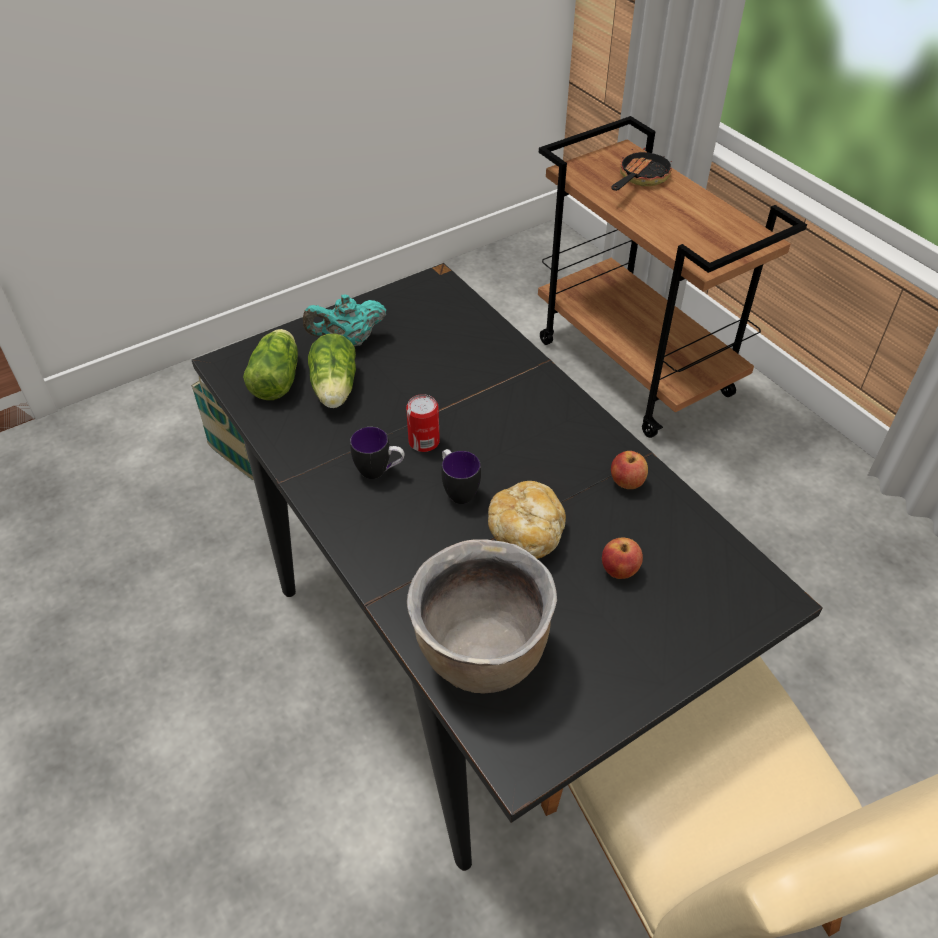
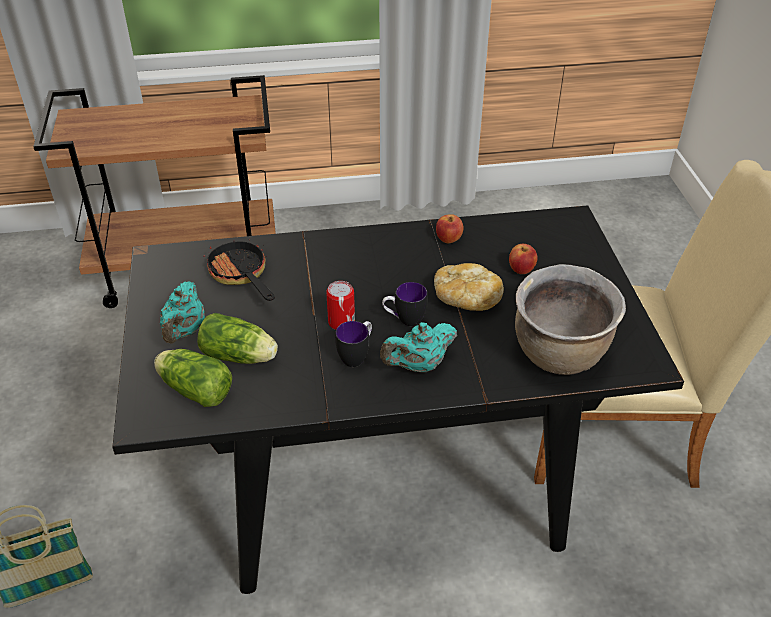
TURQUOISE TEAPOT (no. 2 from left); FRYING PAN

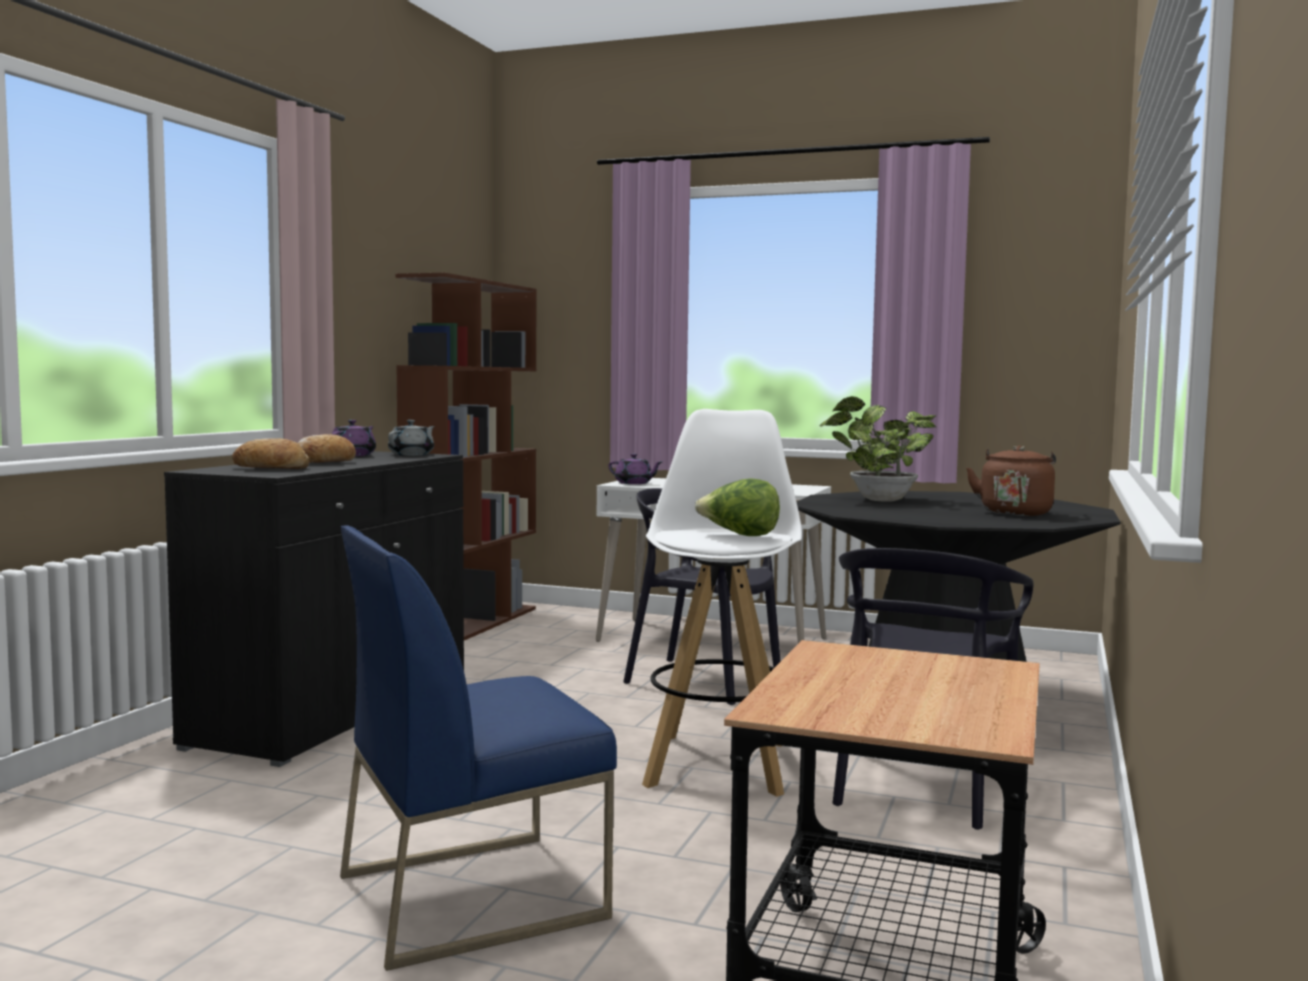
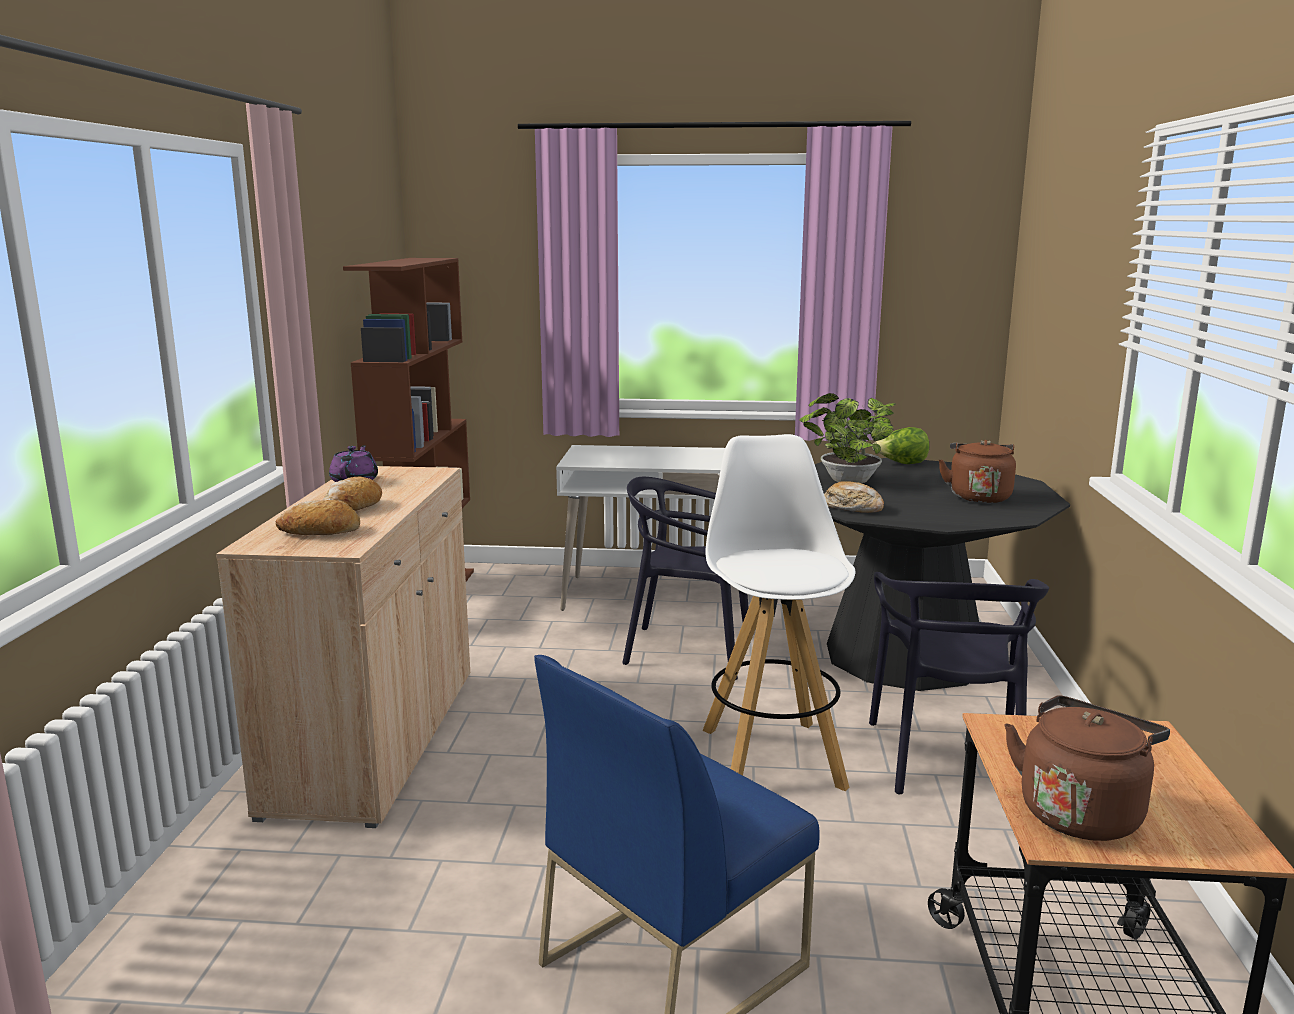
GREY TEAPOT; PURPLE TEAPOT (no. 2 from left in the first image); BREAD (no. 3 from left); BROWN KETTLE (no. 2 from left); LETTUCE; BEIGE CABINET

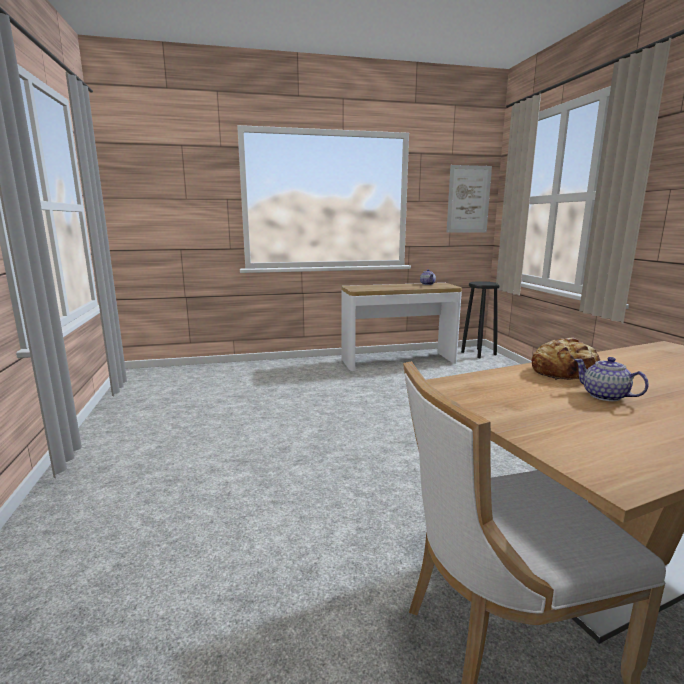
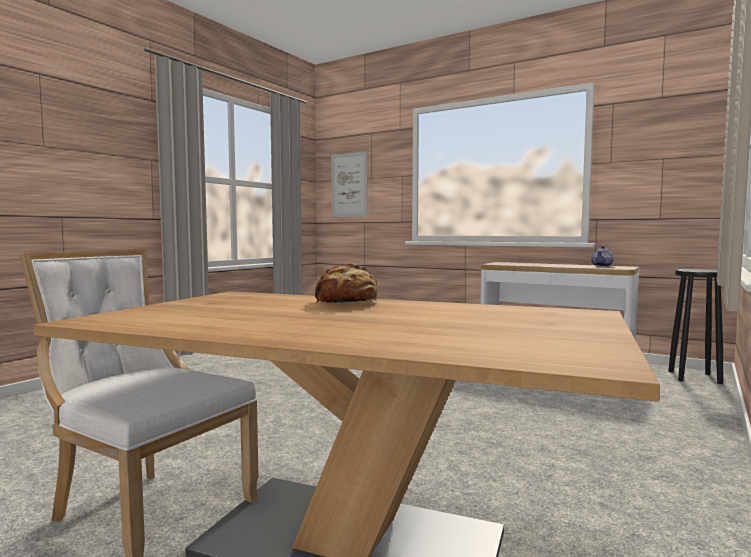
TEAPOT (no. 2 from left in the first image); PICTURE

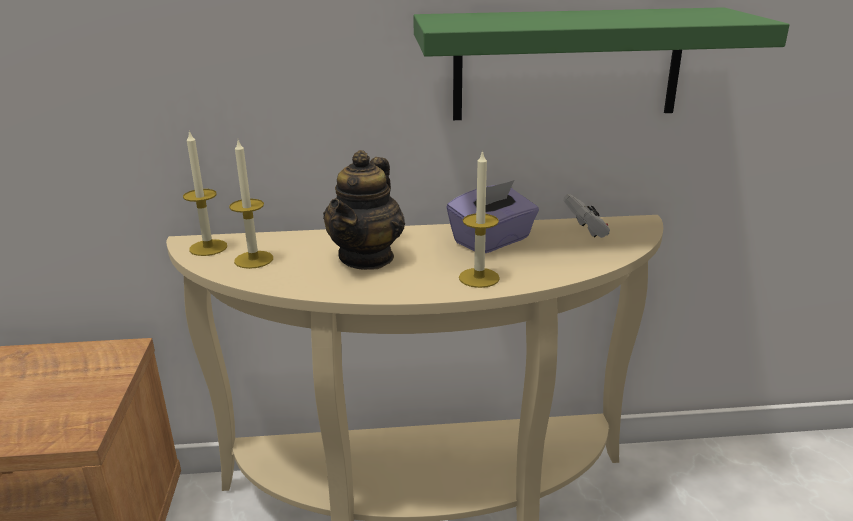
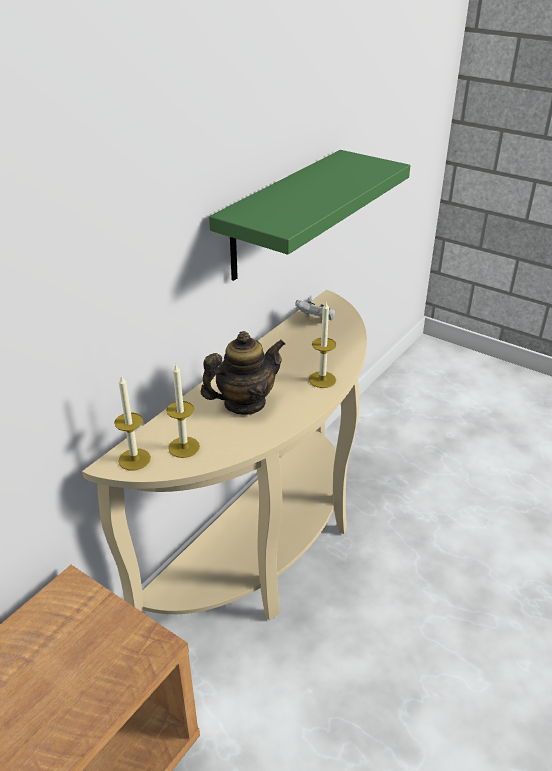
PURPLE TISSUE BOX; TEAPOT

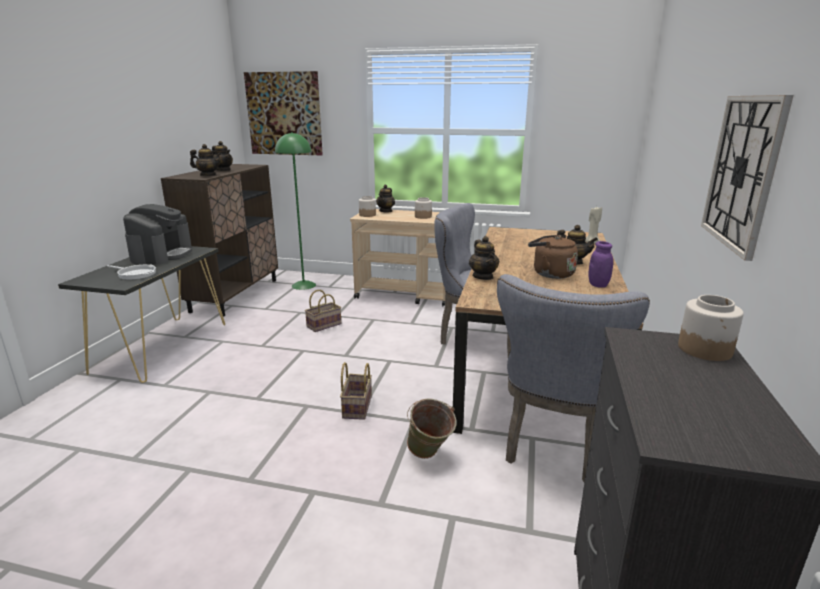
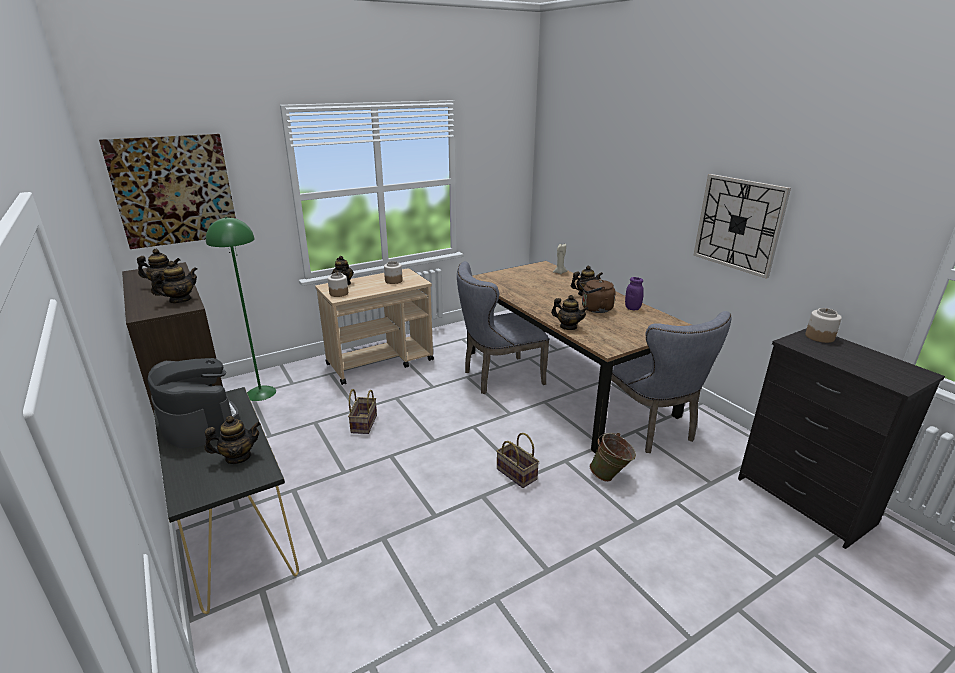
TEAPOT (no. 3 from left)

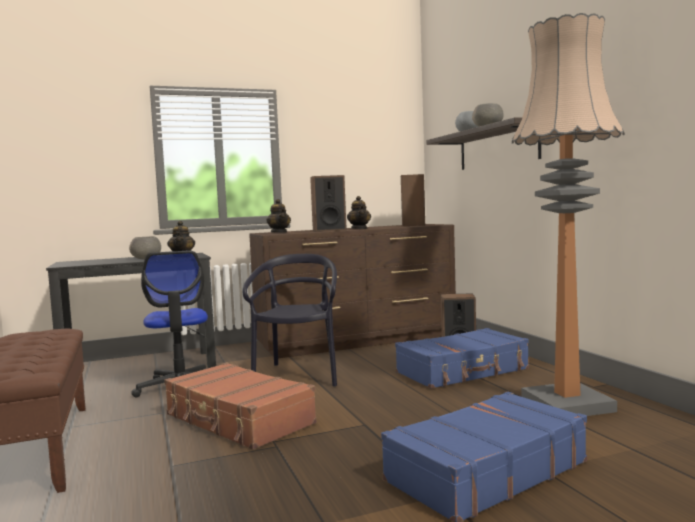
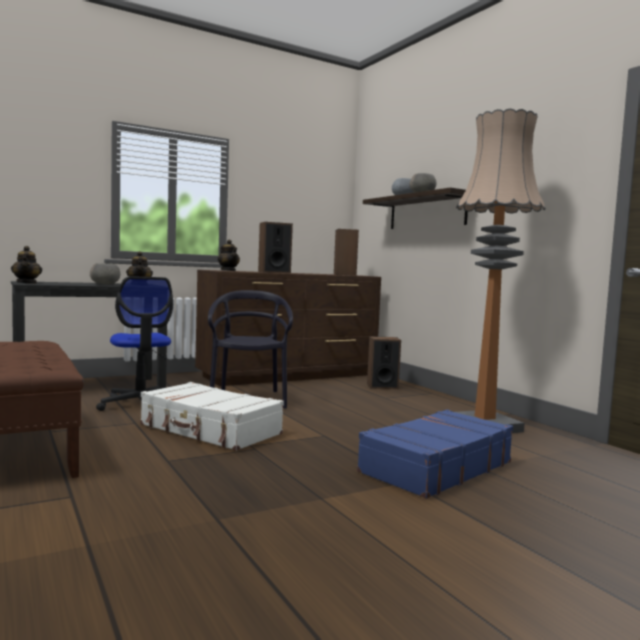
BLUE SUITCASE (no. 1 from left in the first image); TEAPOT (no. 1 from left); WHITE SUITCASE

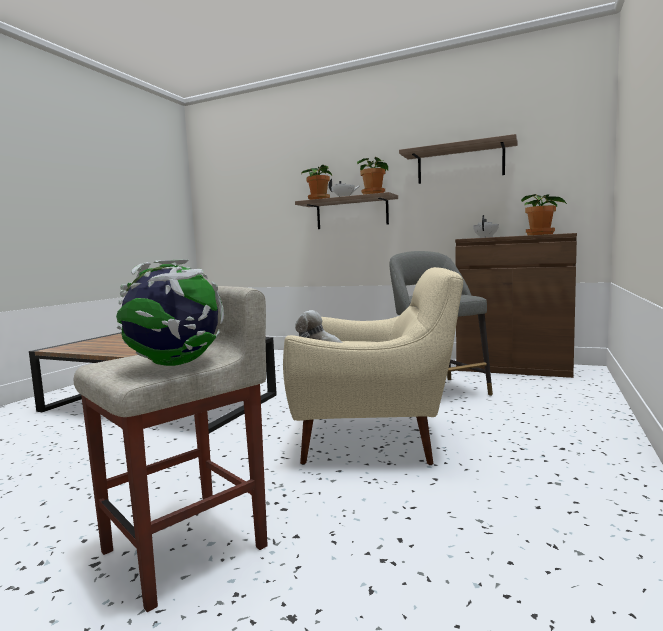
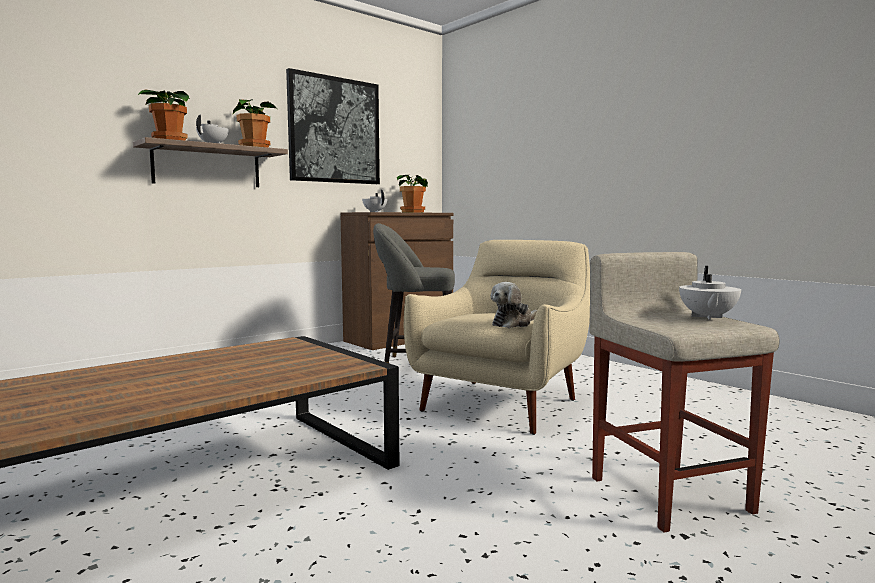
WHITE TEAPOT (no. 3 from left); PICTURE

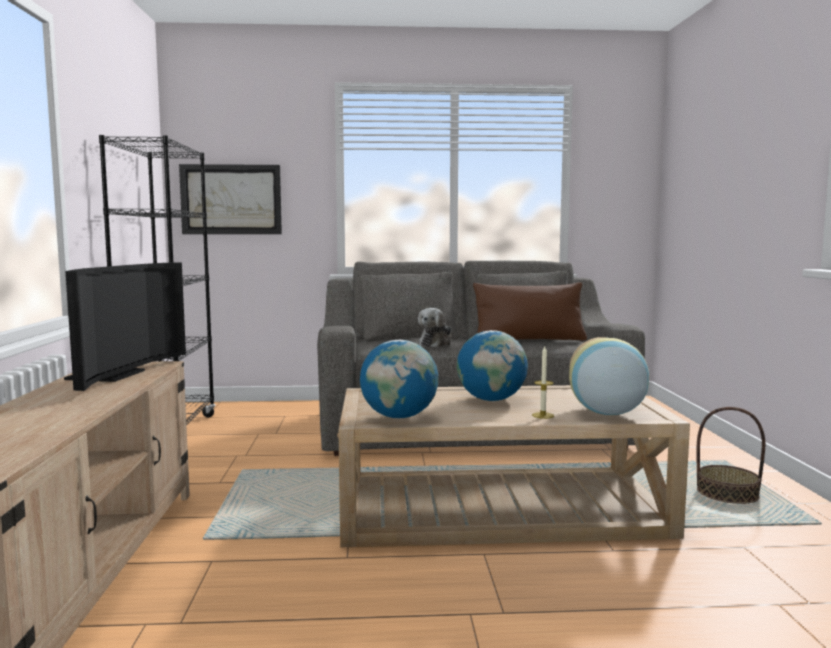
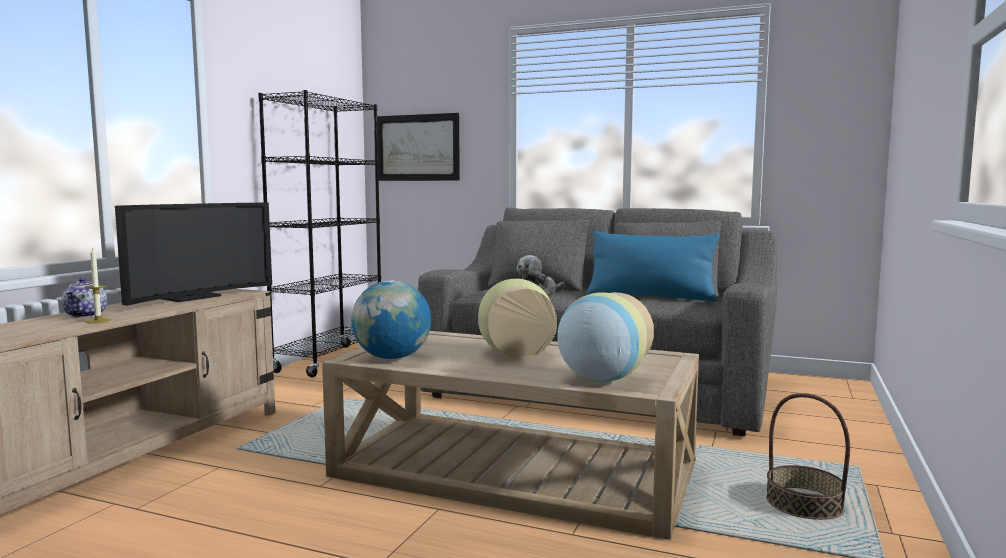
TEAPOT; CANDLE; VASE (no. 1 from left); BLUE PILLOW

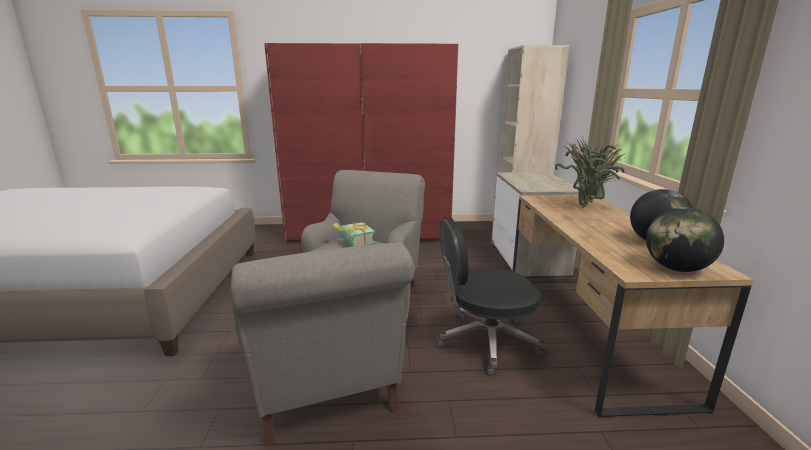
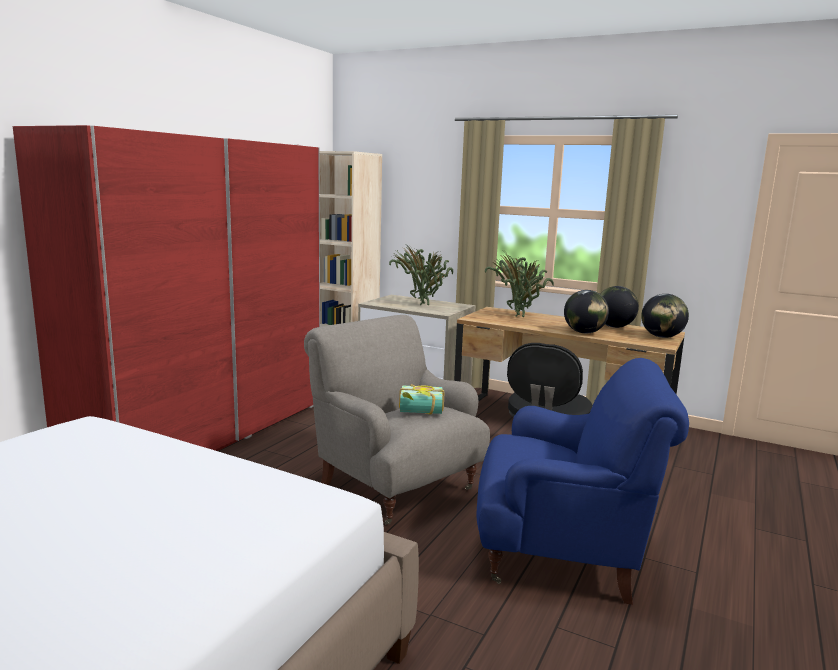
POTTED PLANT (no. 1 from left); GLOBE (no. 1 from left); BLUE ARMCHAIR

